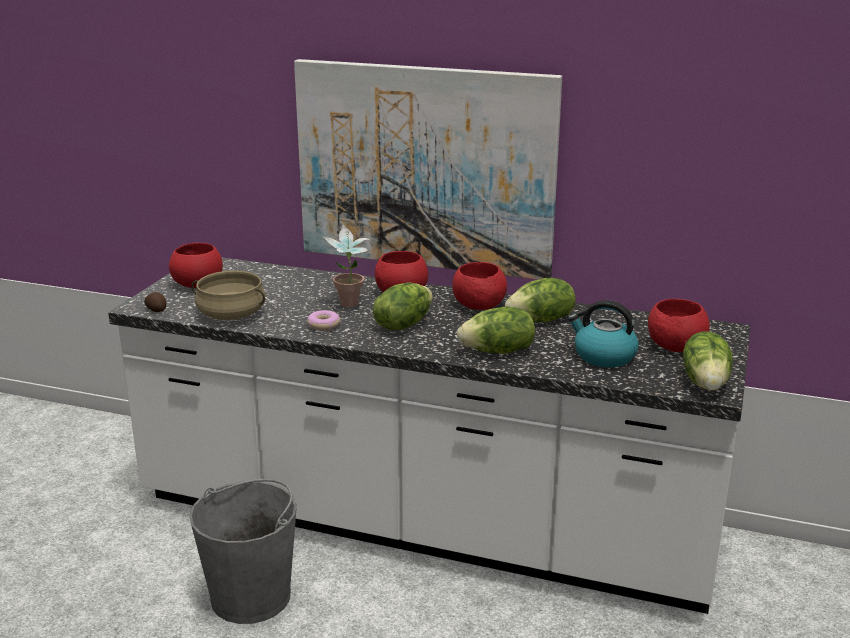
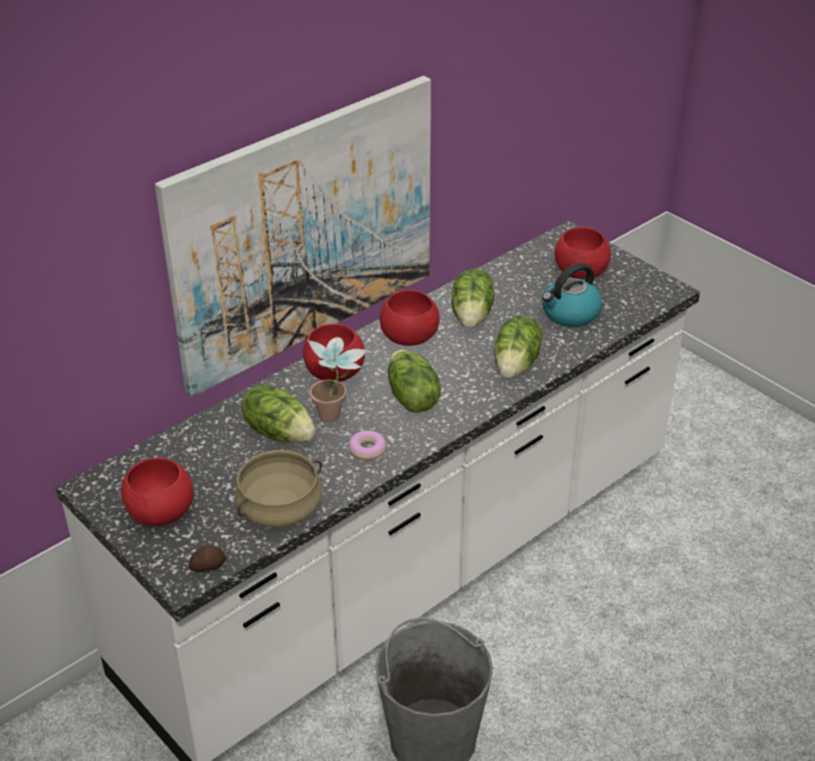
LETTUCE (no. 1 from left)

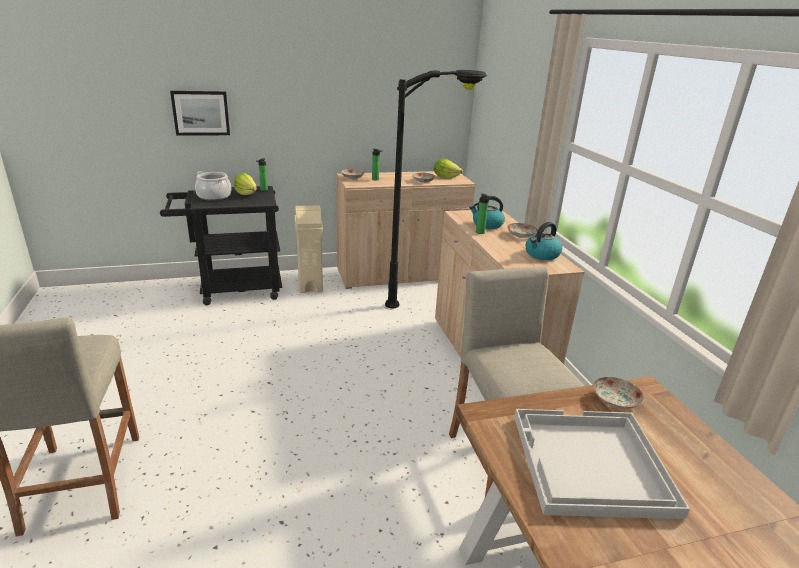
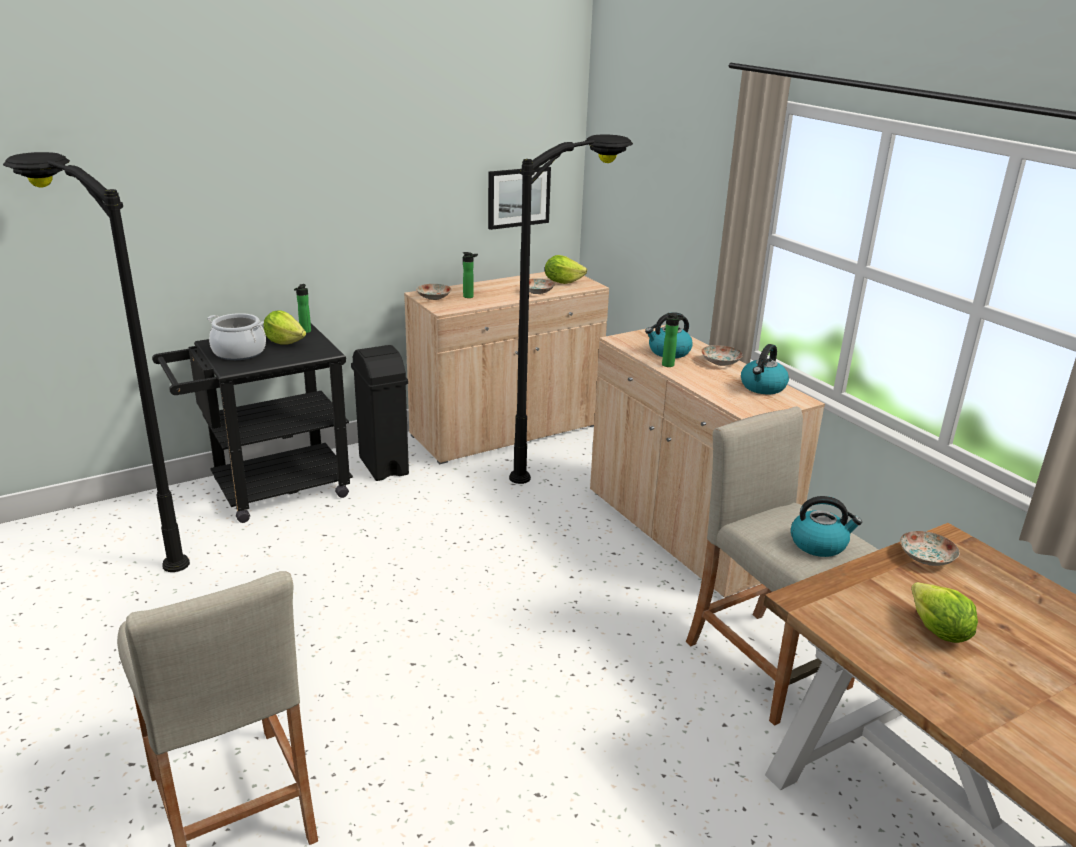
BLACK FLOOR LAMP (no. 1 from left); KETTLE (no. 3 from left); PICTURE; LETTUCE (no. 3 from left); BLACK TRASH CAN

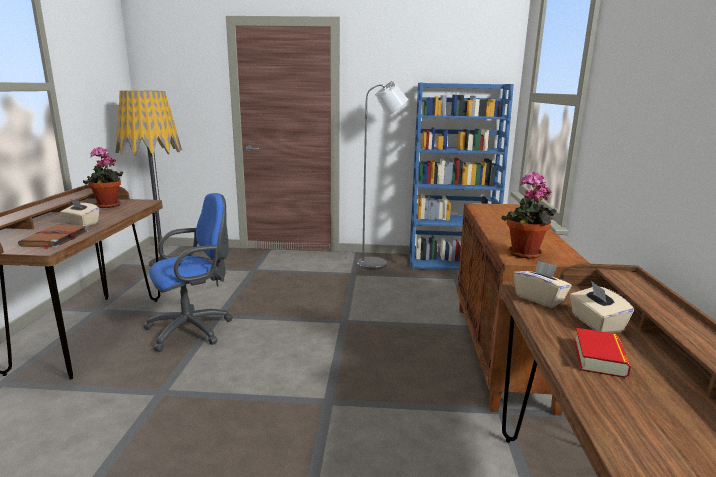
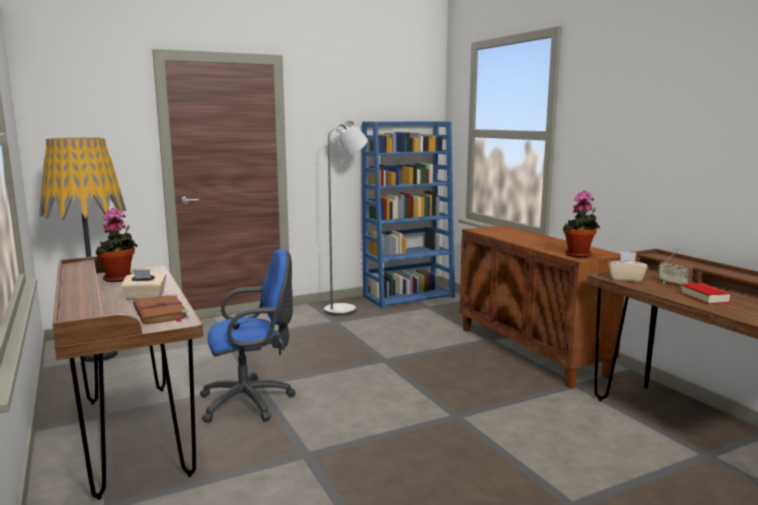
RADIO; BLUE OFFICE CHAIR

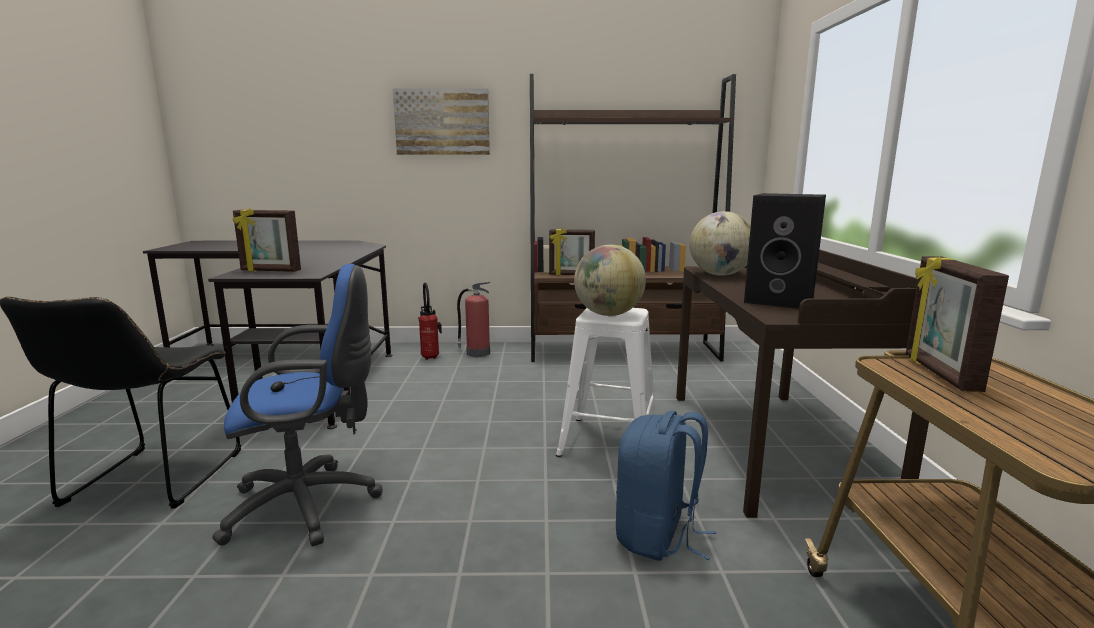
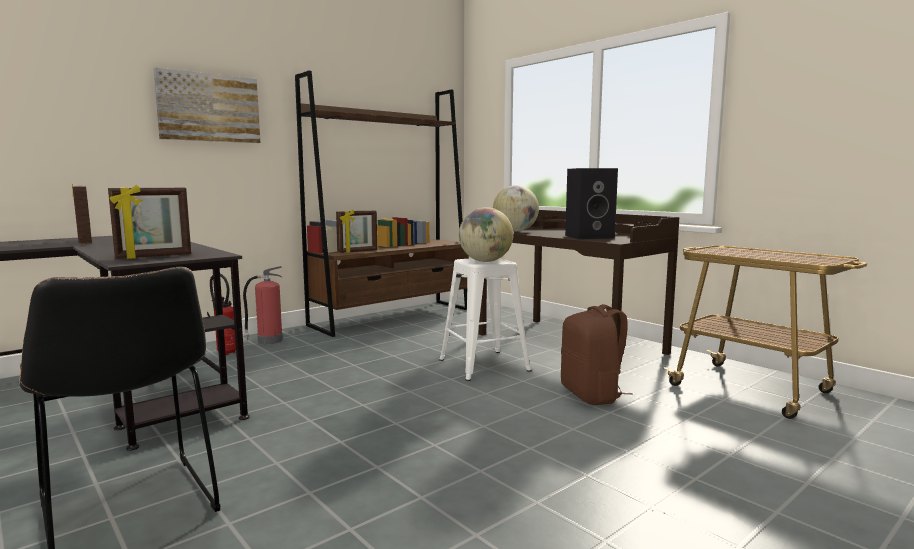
BLUE OFFICE CHAIR; PICTURE FRAME (no. 1 from left); BROWN BACKPACK

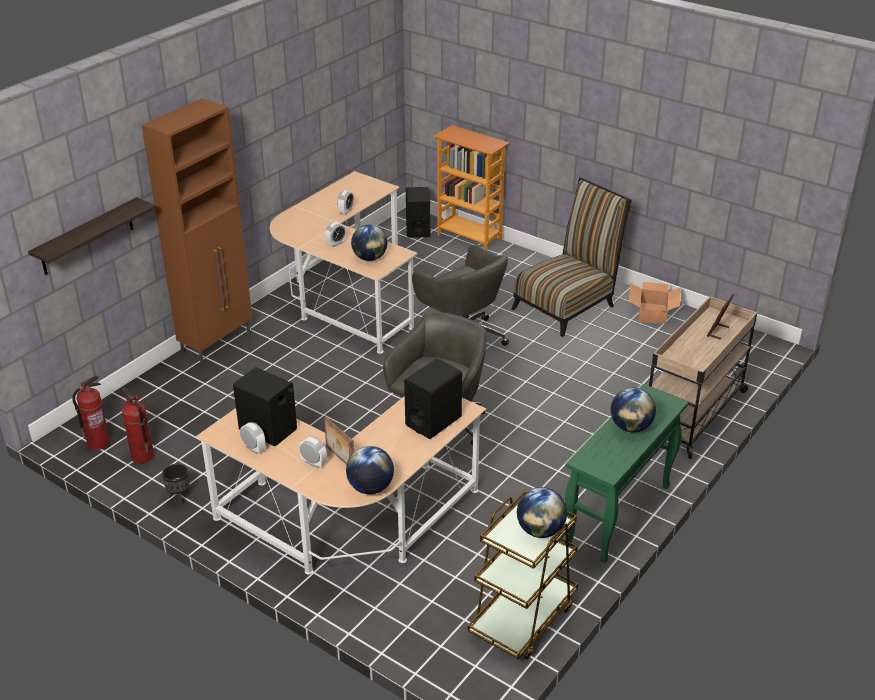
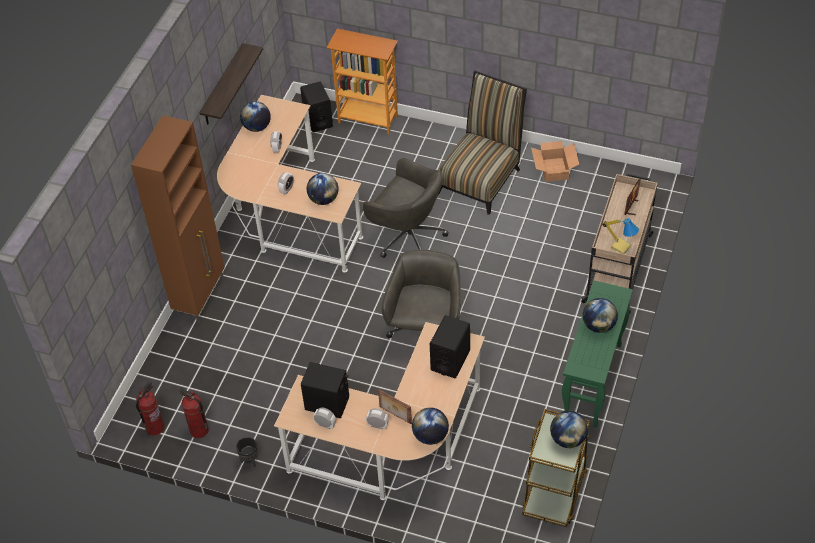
GLOBE (no. 1 from left); TABLE LAMP; SHELF

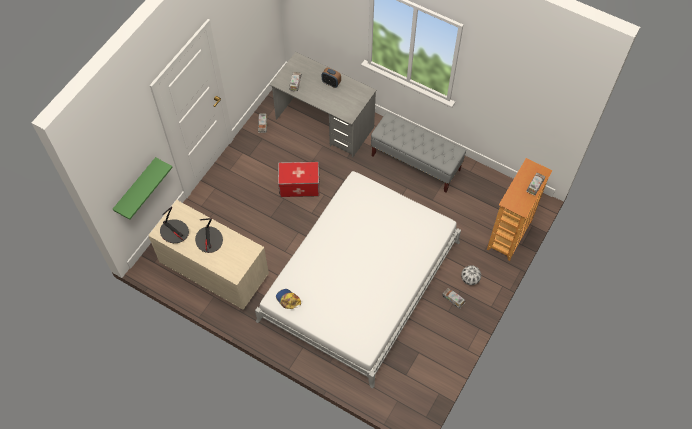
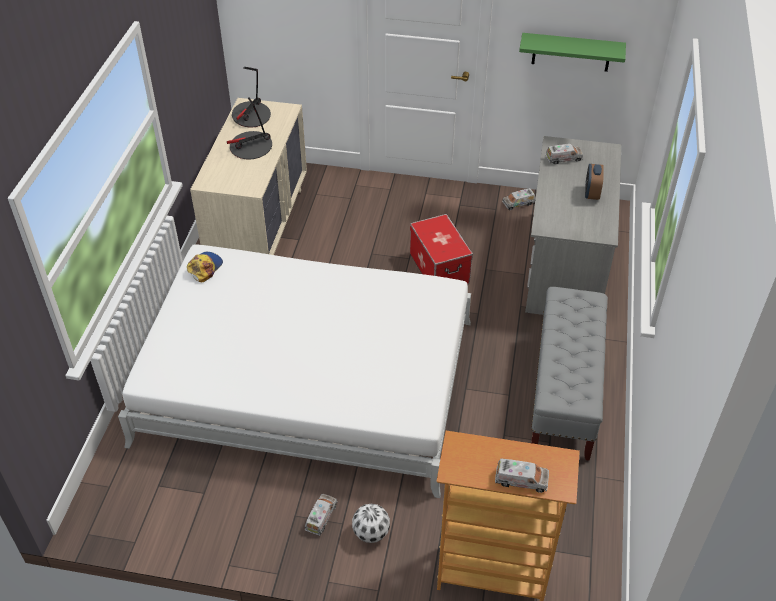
GREEN SHELF

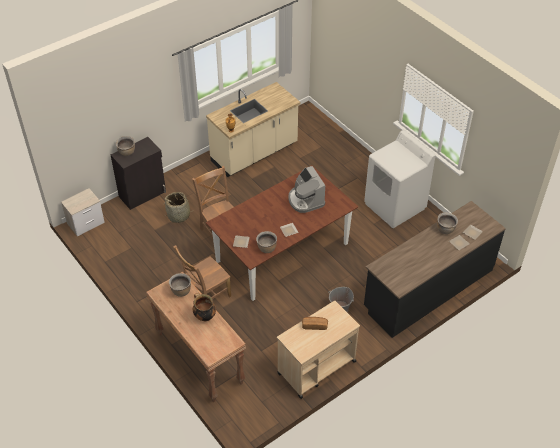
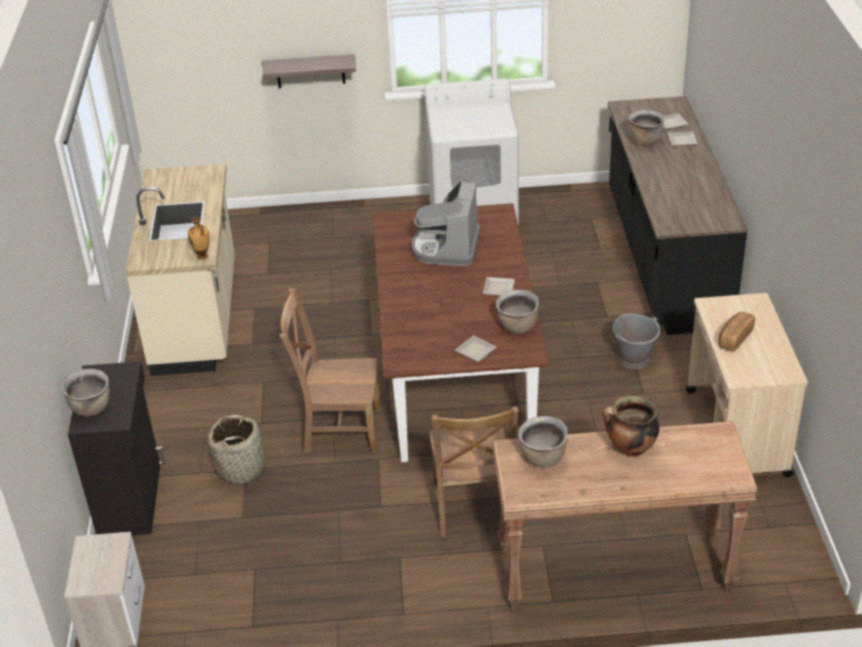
SHELF; COFFEE MACHINE

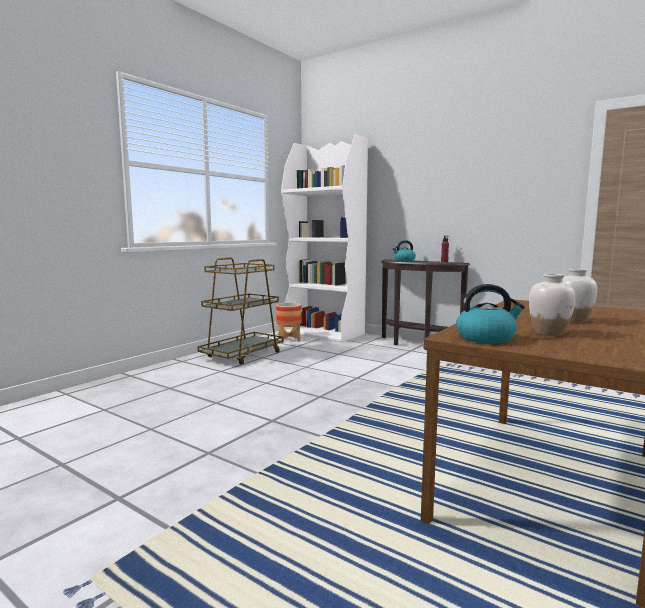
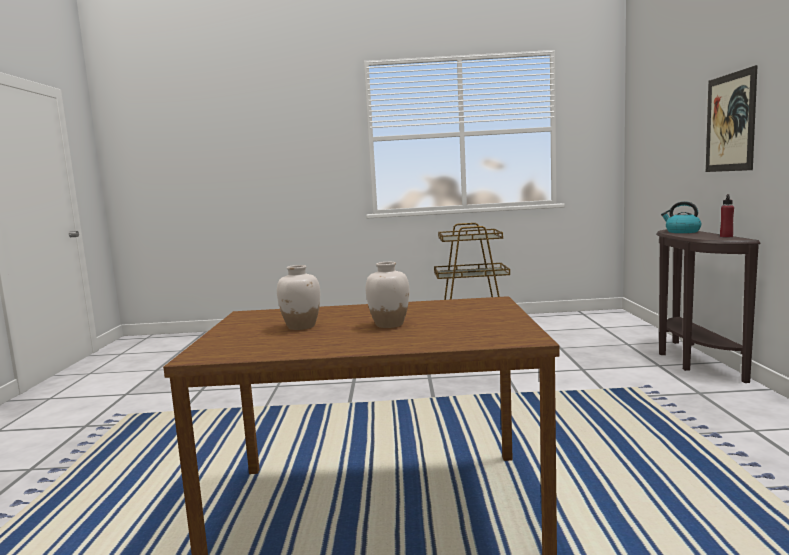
PLANTER; WHITE BOOKCASE; KETTLE (no. 2 from left in the first image); PICTURE

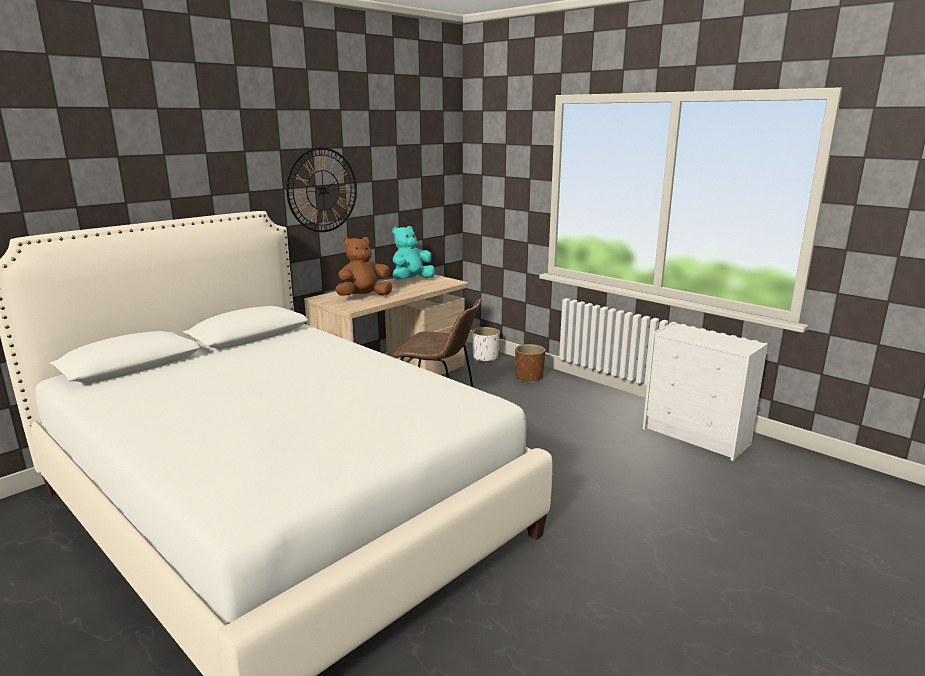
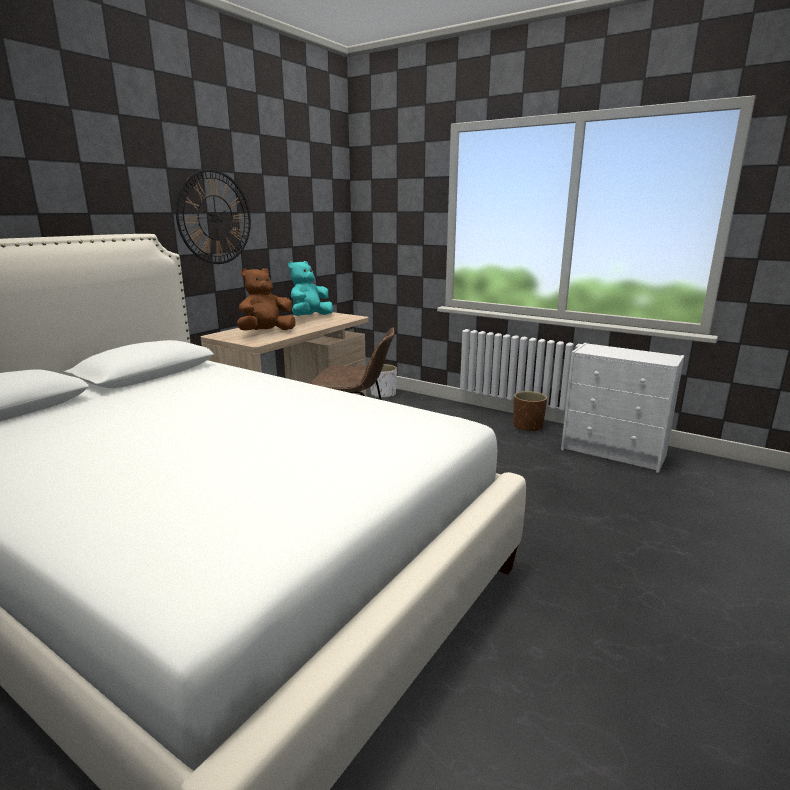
BROWN PLANTER

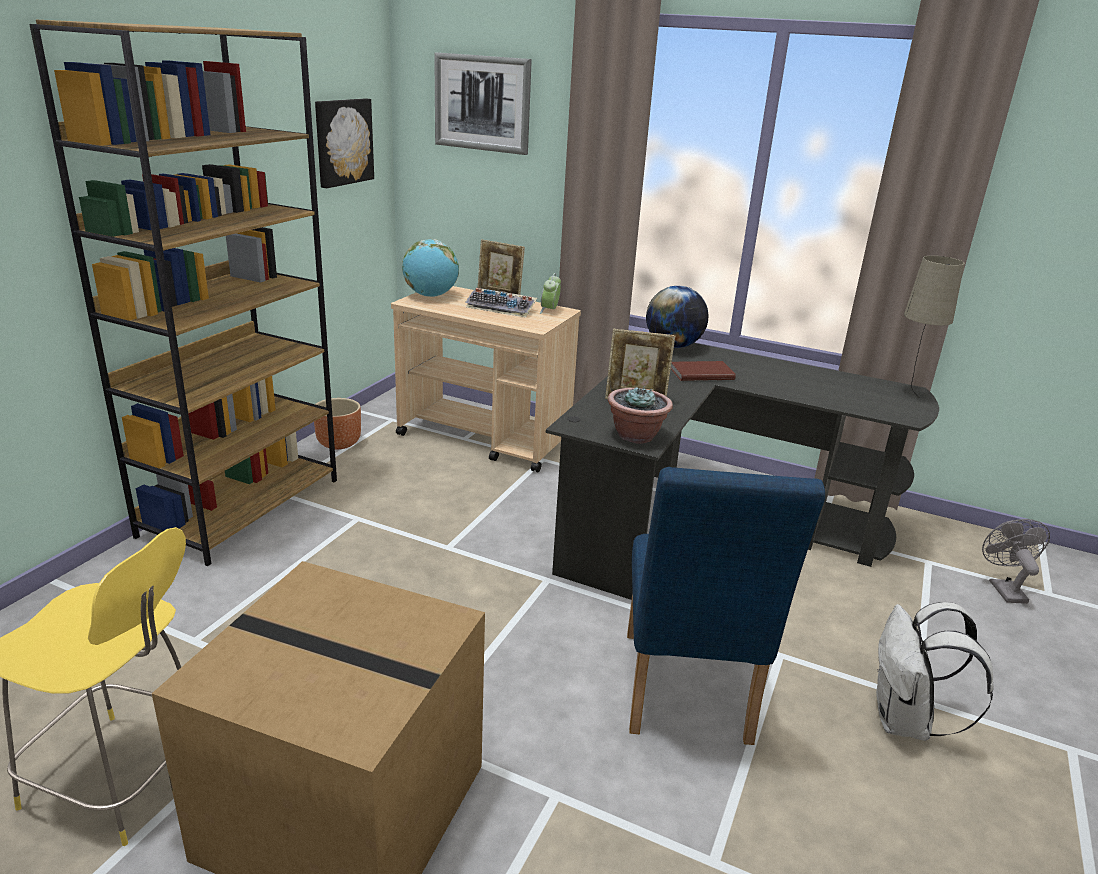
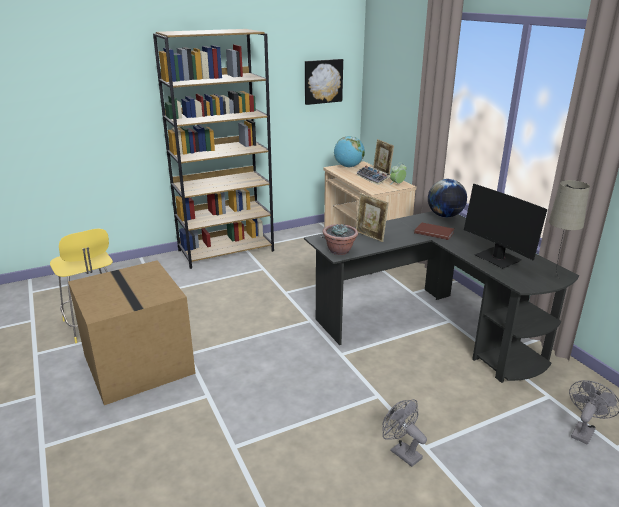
BROWN PLANTER; PICTURE (no. 2 from left in the first image); BLUE CHAIR; MONITOR; GREY FAN (no. 1 from left)

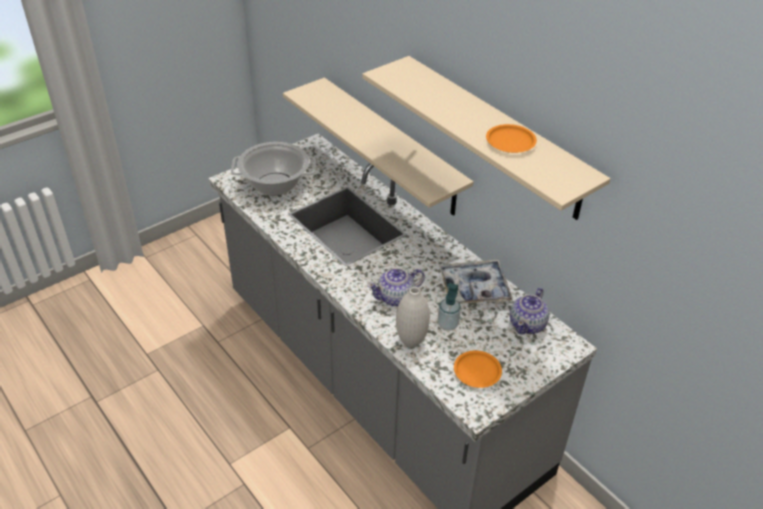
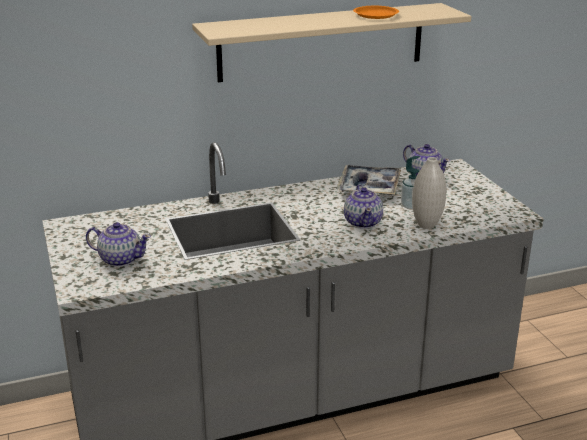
BEIGE SHELF (no. 1 from left in the first image); ORANGE PLATE (no. 1 from left in the first image); TEAPOT (no. 1 from left)

